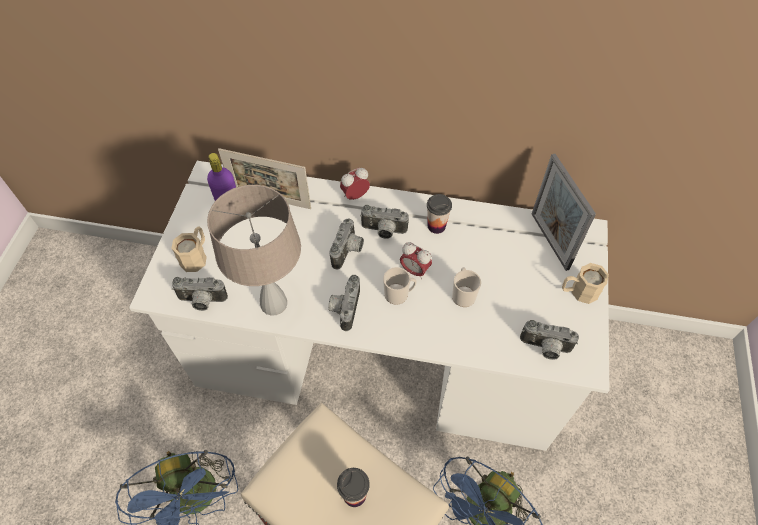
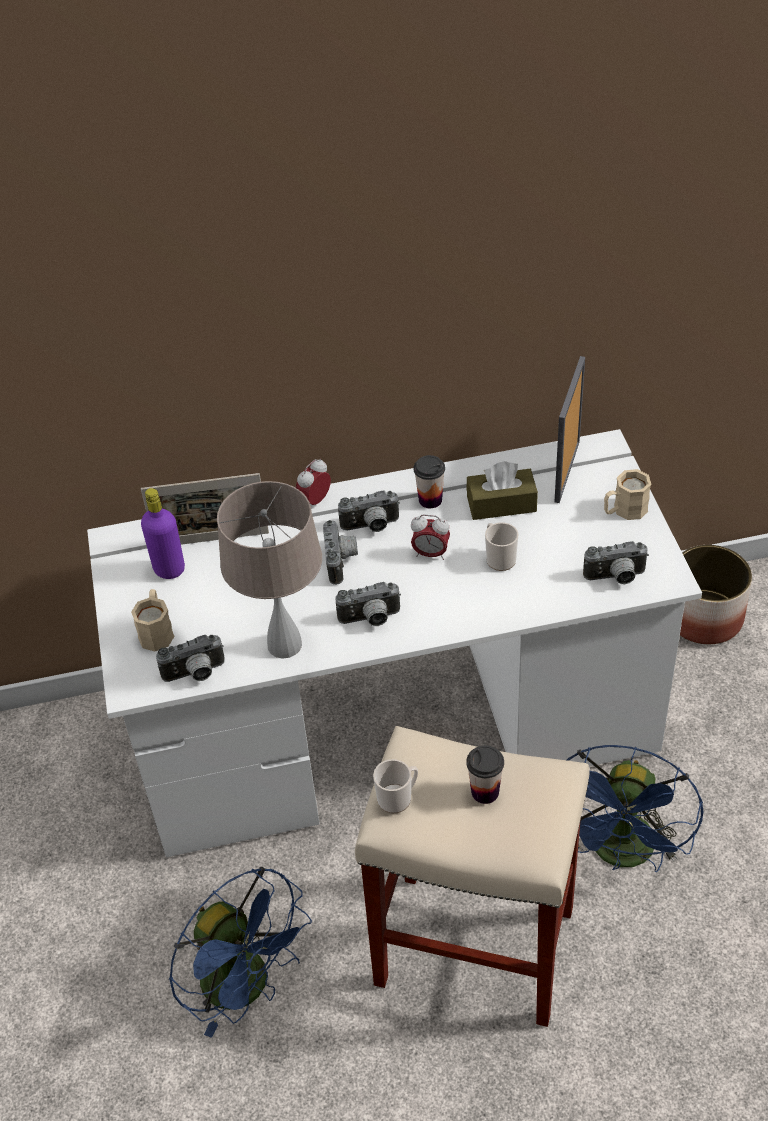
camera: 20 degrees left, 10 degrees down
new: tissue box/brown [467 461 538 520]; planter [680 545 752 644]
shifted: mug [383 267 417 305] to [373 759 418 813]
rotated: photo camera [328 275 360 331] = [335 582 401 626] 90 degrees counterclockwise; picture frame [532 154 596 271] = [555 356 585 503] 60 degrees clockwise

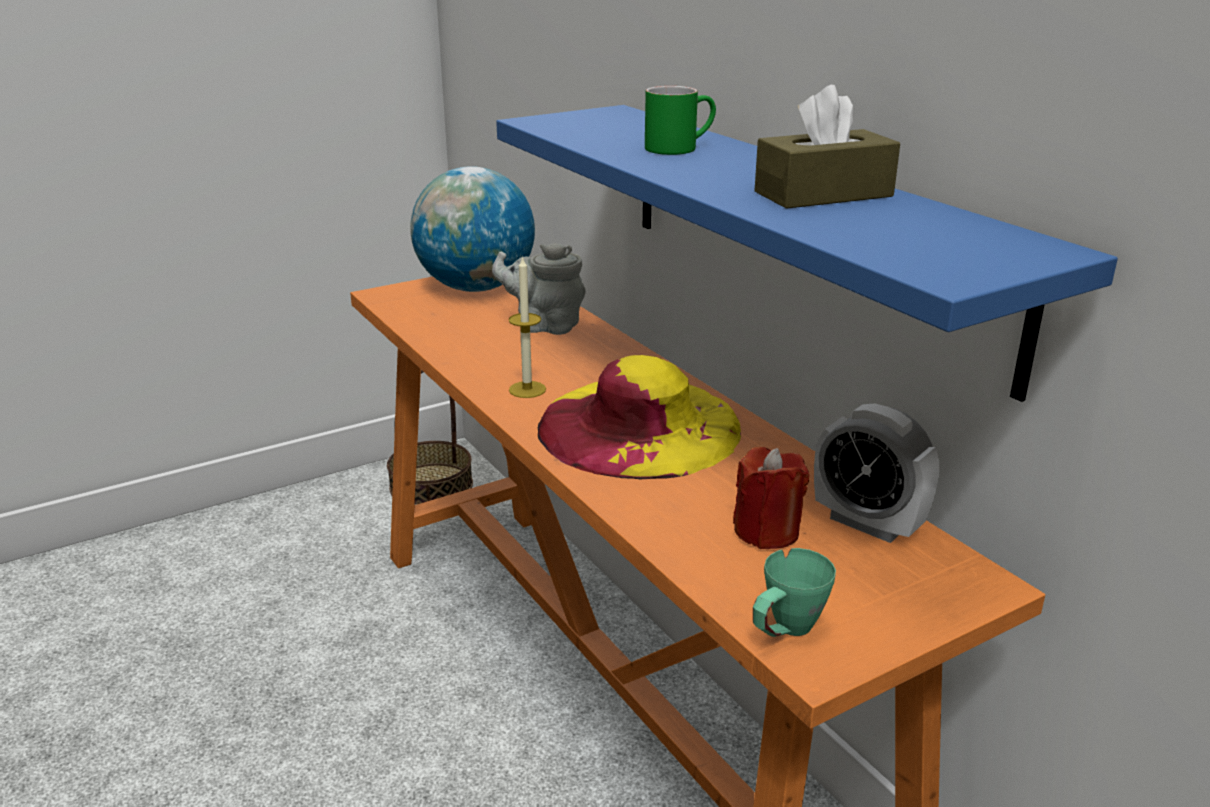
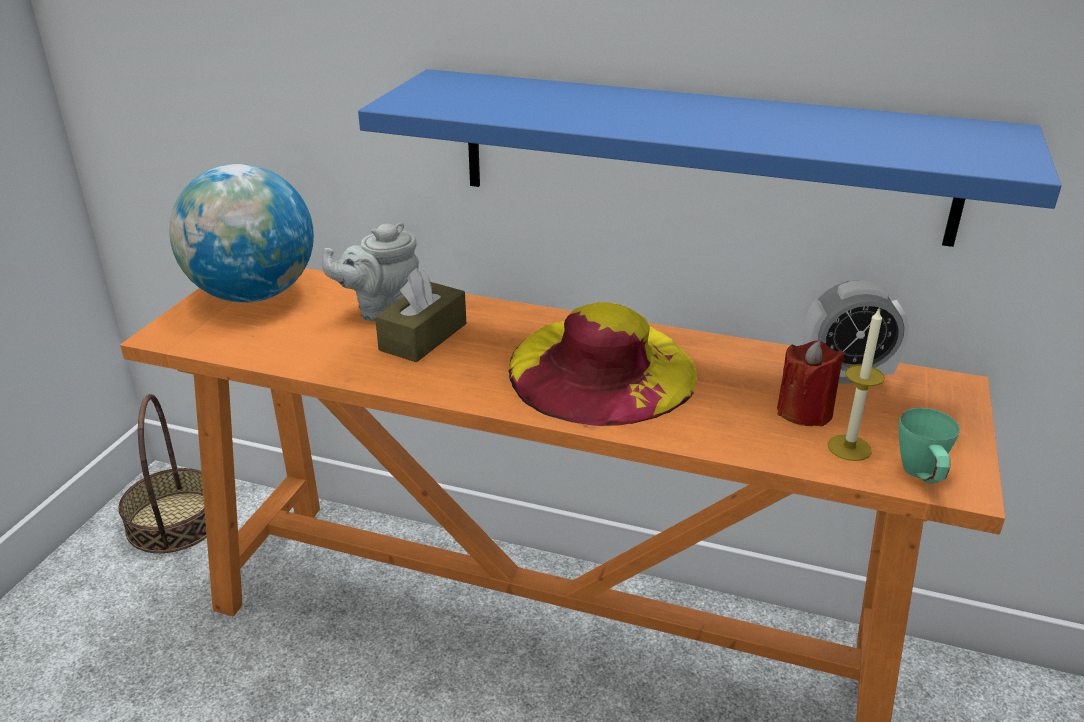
camera: 40 degrees left, 5 degrees up
gone: mug/green [645 86 716 155]
shifted: candle [508 256 546 398] to [828 307 885 461]; tissue box/brown [754 85 900 209] to [375 268 466 363]

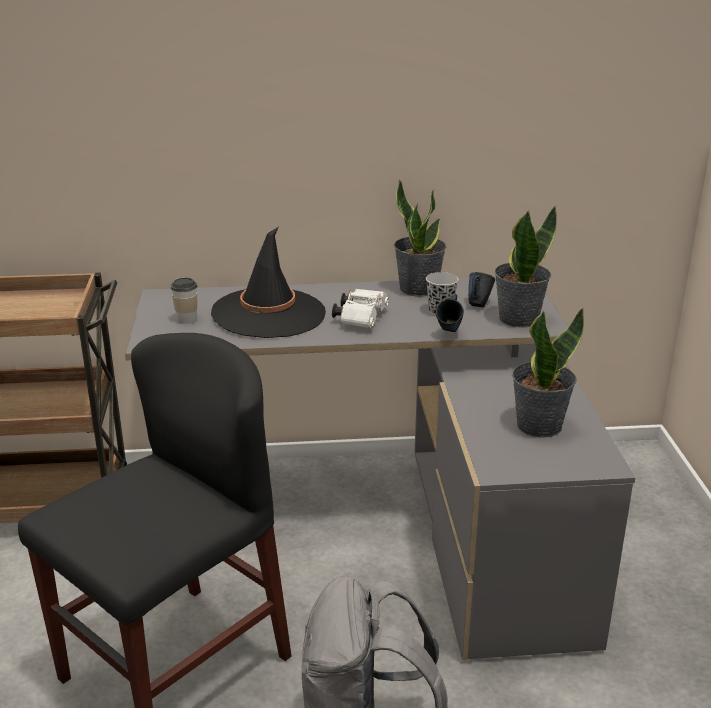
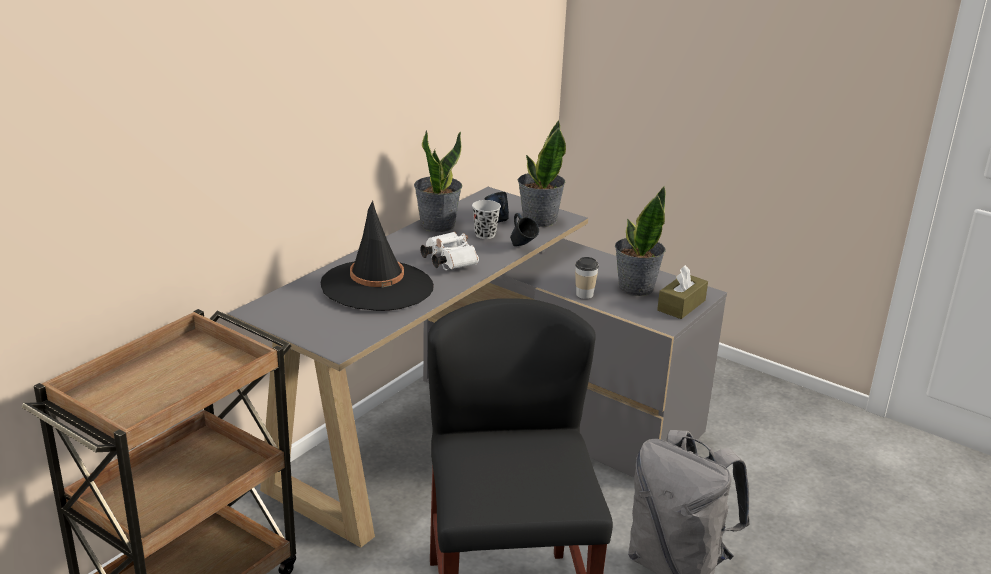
camera: 50 degrees left, 0 degrees up
new: tissue box/brown [657 265 708 319]
shifted: cup [171 278 197 324] to [575 257 599 299]

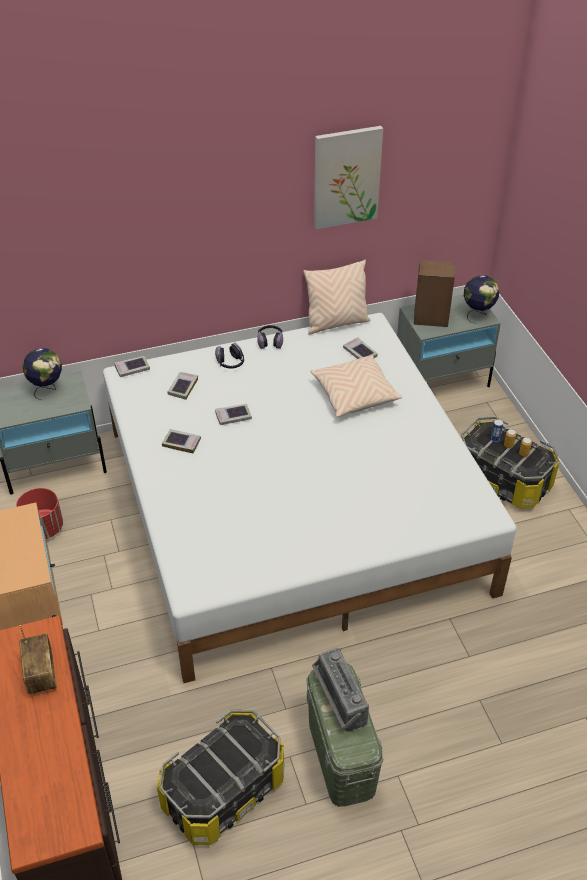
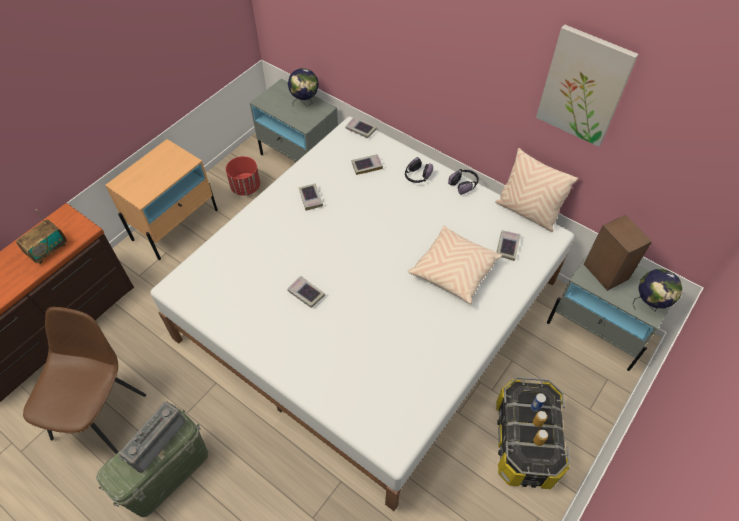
camera: 55 degrees right, 10 degrees up
shifted: book [215 404 252 425] to [287 276 325 308]
swapped: storage box [157 710 285 845] to chair/brown [23 307 146 454]

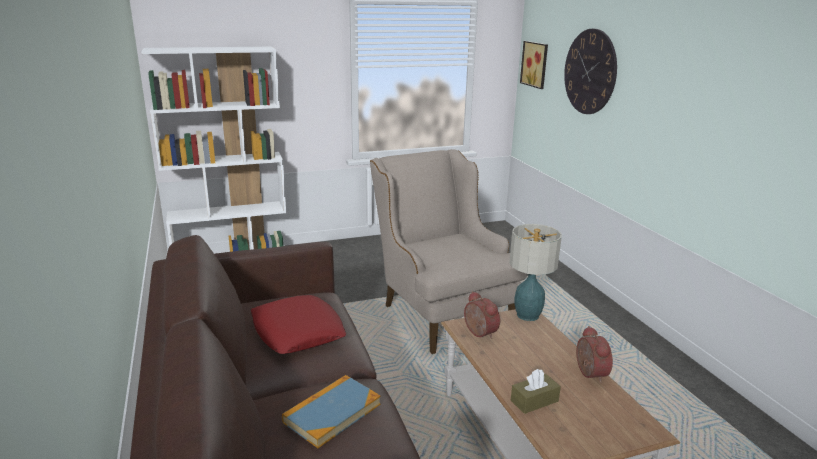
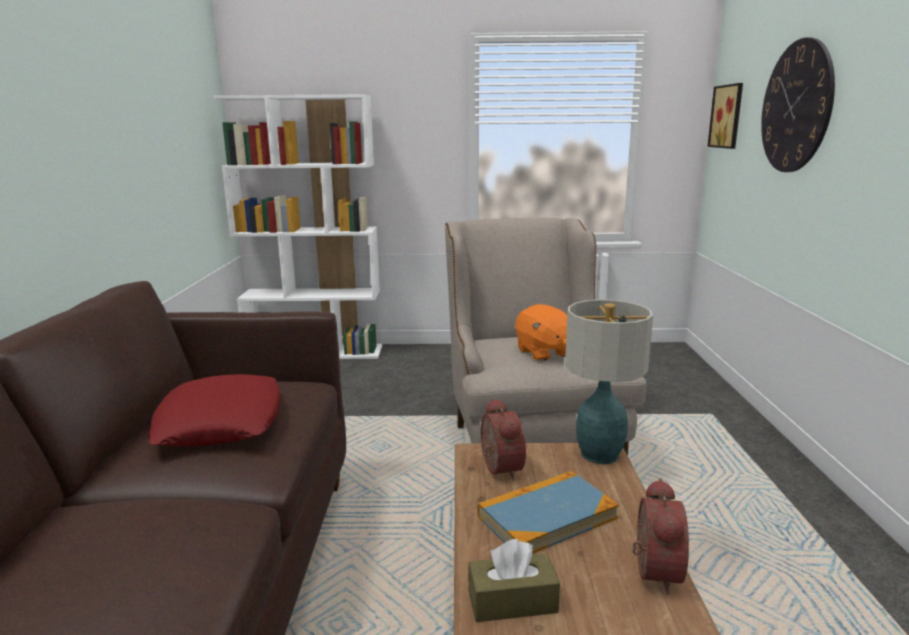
camera: 20 degrees right, 5 degrees down
new: plush toy/orange [515 304 567 361]
shifted: book [282 375 381 448] to [477 471 619 554]

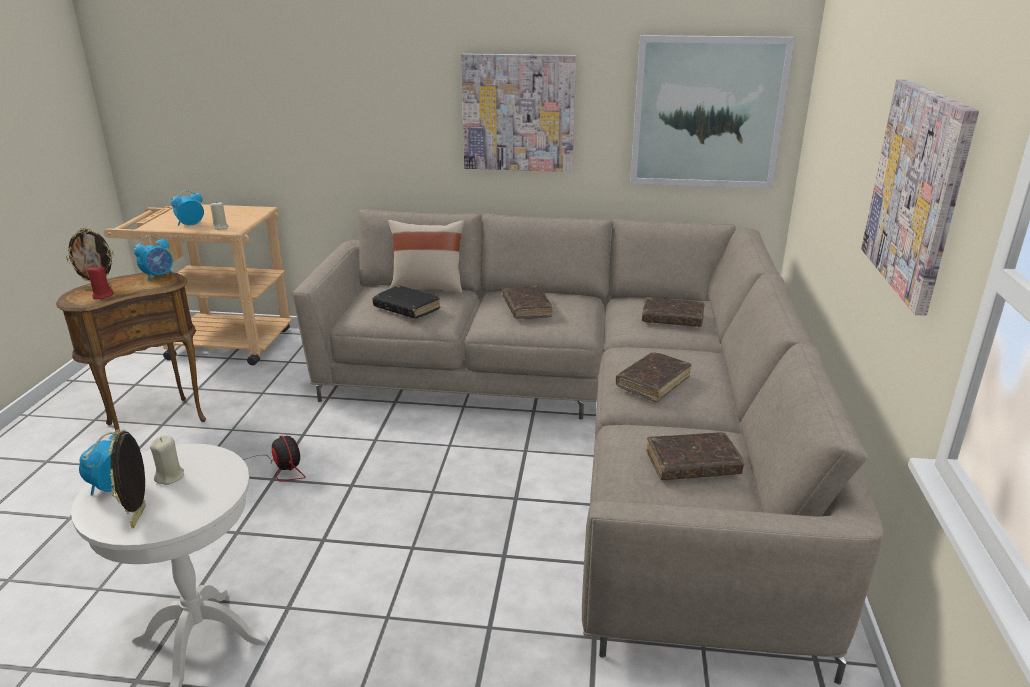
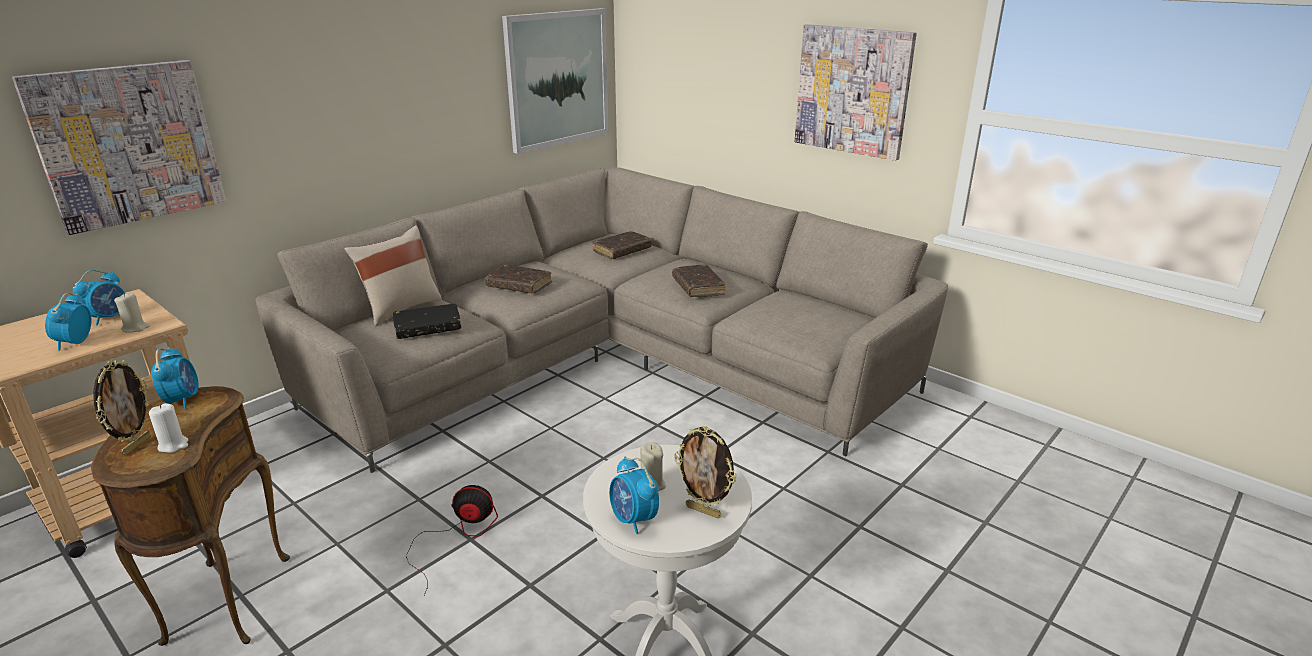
camera: 55 degrees left, 0 degrees up
gone: book/brown [646 432 744 480]
new: alarm clock [73 270 125 326]
shifted: picture [461 53 576 172] to [12 60 226 235]
repainted: candle/red [87 266 113 300] to candle/white [149 403 188 453]

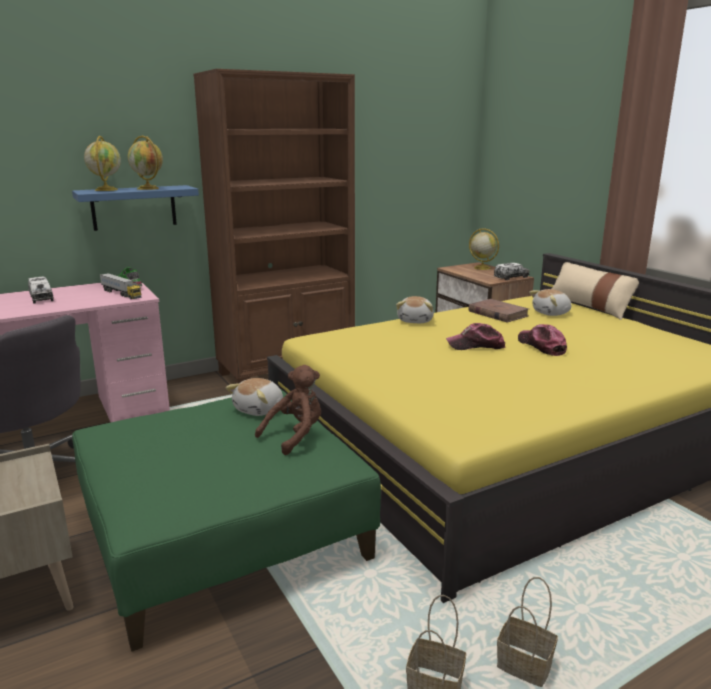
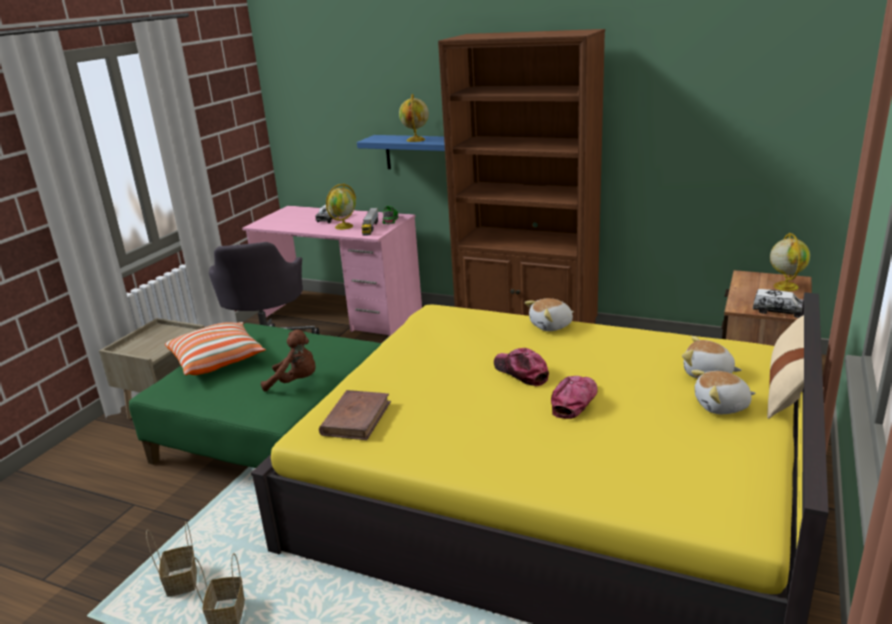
camera: 55 degrees right, 5 degrees up
new: pillow [165 322 266 375]
shifted: globe [84 136 121 191] to [326 183 356 230]; plush toy [226 378 283 416] to [691 370 755 414]; book/brown [468 299 529 323] to [319 390 391 440]

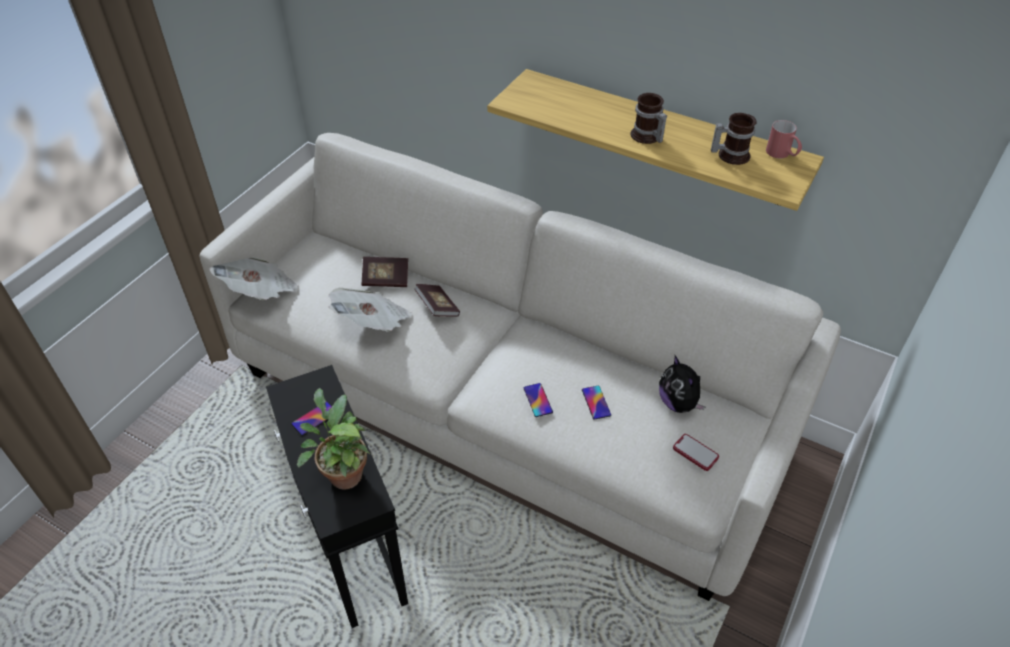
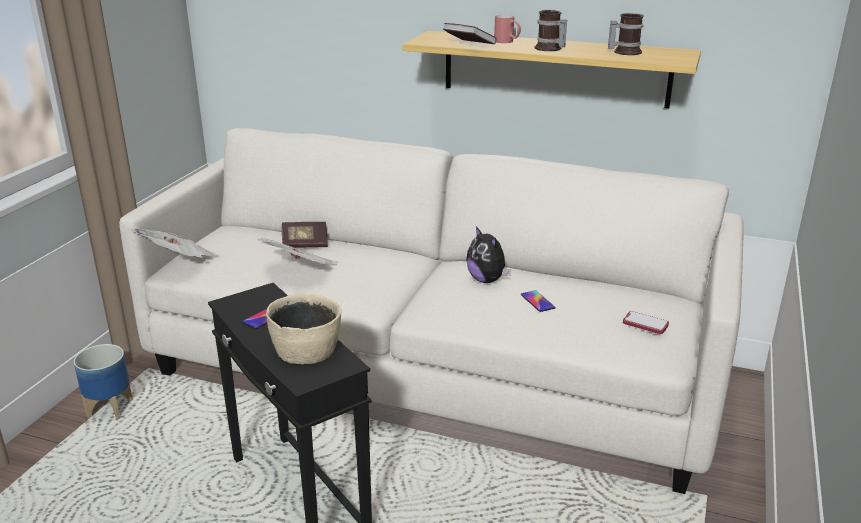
camera: 10 degrees left, 20 degrees down
gone: phone [524 383 553 417]
new: planter [73 344 133 420]
shifted: book [414 284 460 317] to [443 23 497 44]; plush toy [659 355 705 413] to [466 226 511 283]; mug/red [766 120 802 158] to [494 15 521 43]
swapped: potted plant [297 388 370 490] to bowl/beige [266 293 341 364]

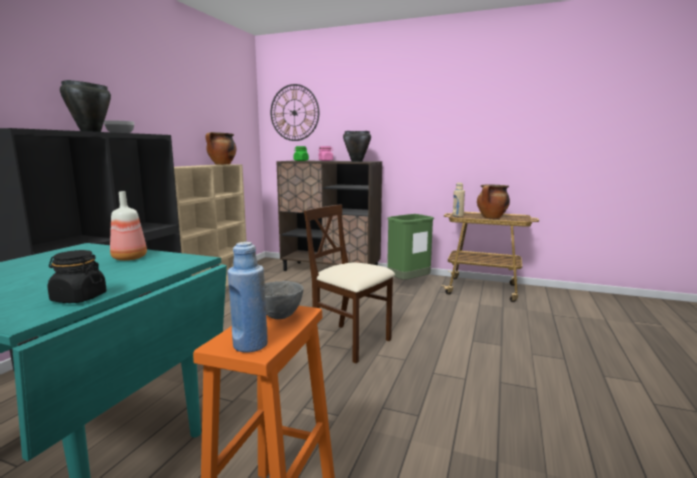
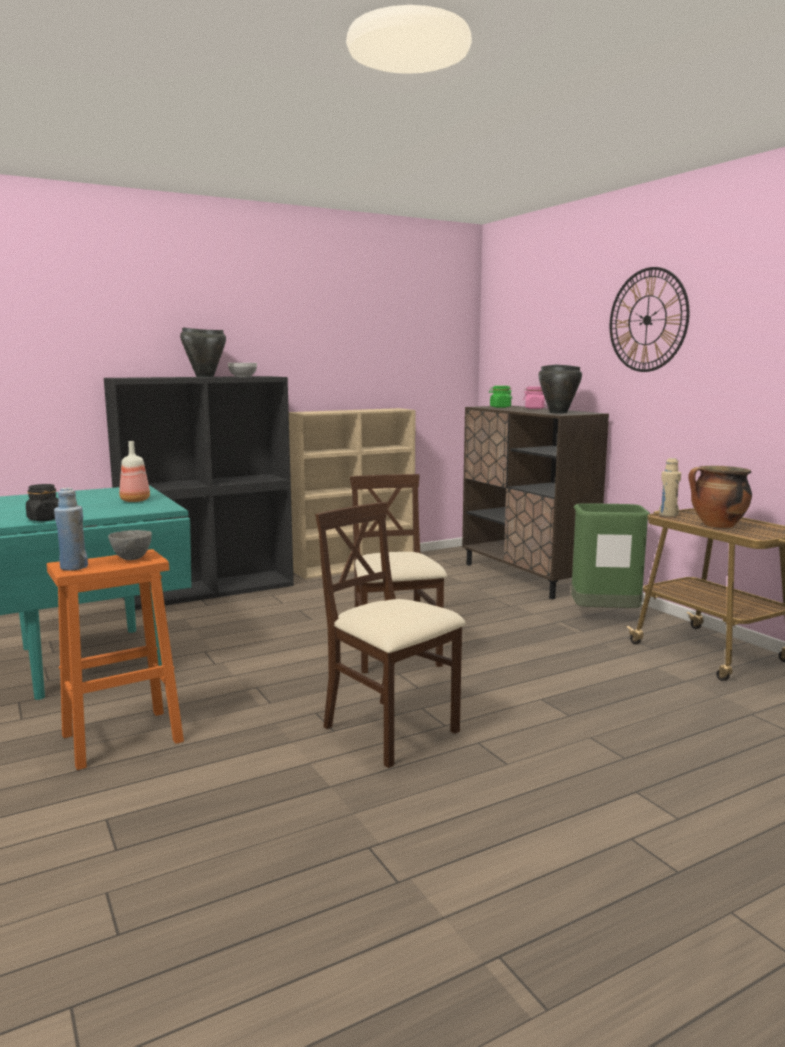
camera: 40 degrees right, 0 degrees up
gone: cooking pot [205 132 236 165]
new: chair/beige [315 502 466 768]
shifted: wall clock [271 84 319 141] to [610 267 690 372]

